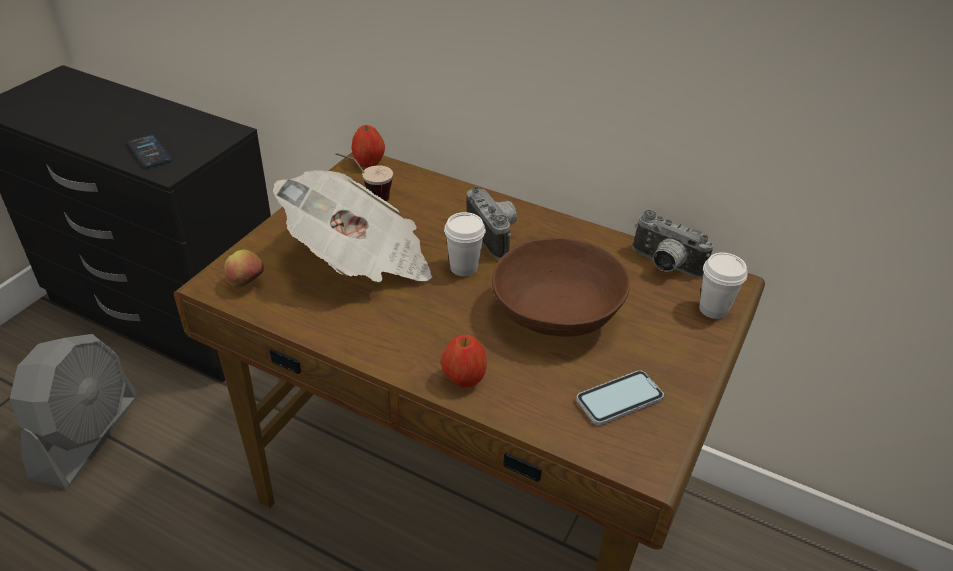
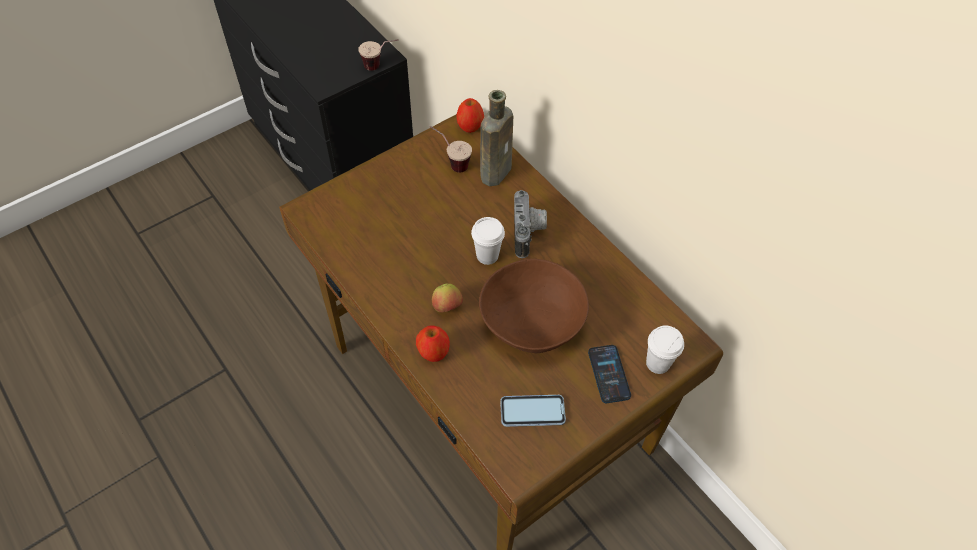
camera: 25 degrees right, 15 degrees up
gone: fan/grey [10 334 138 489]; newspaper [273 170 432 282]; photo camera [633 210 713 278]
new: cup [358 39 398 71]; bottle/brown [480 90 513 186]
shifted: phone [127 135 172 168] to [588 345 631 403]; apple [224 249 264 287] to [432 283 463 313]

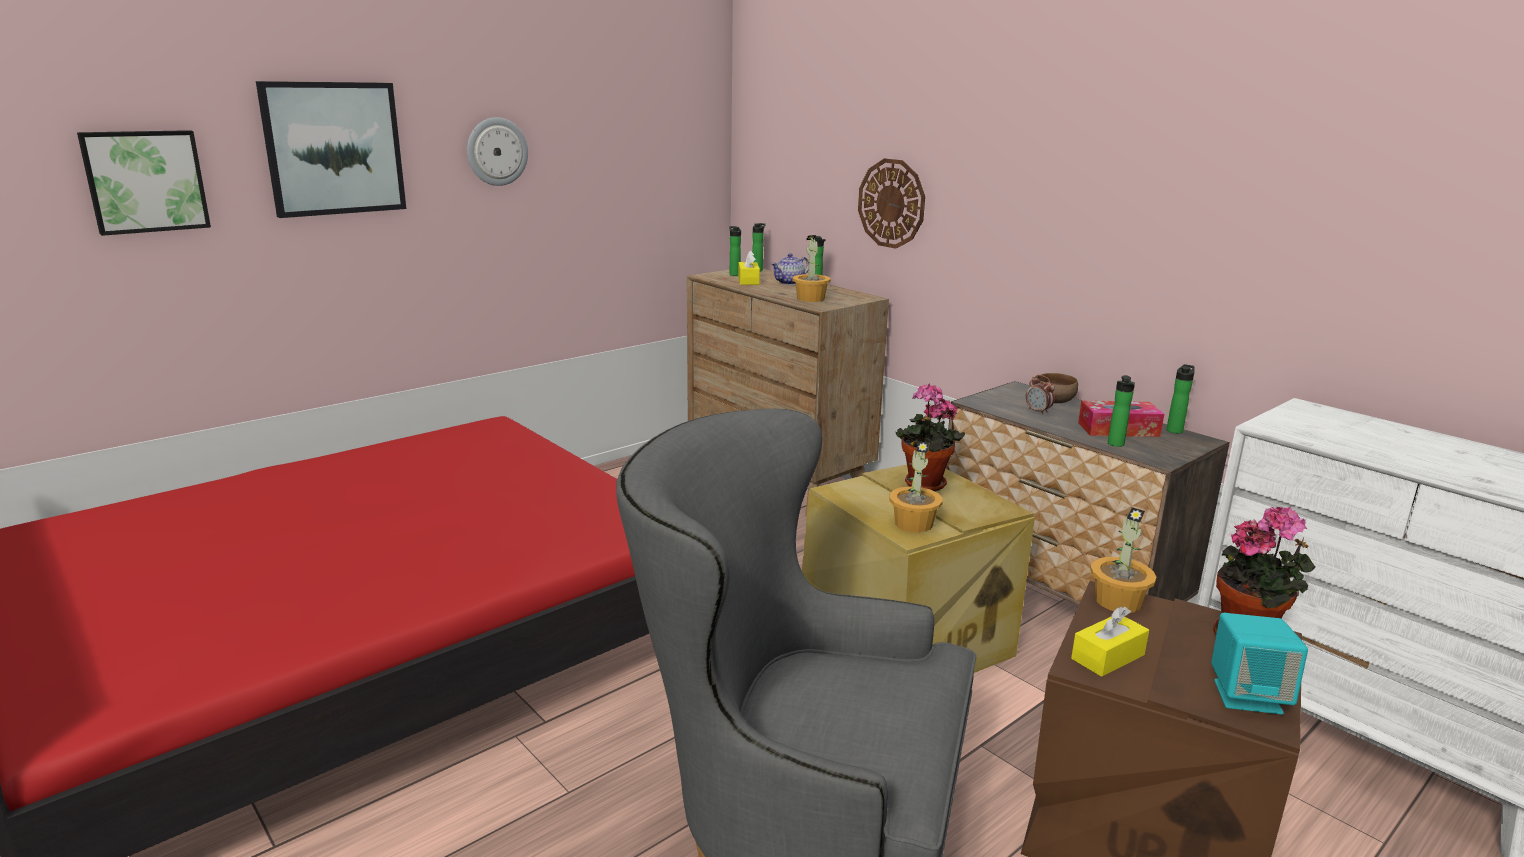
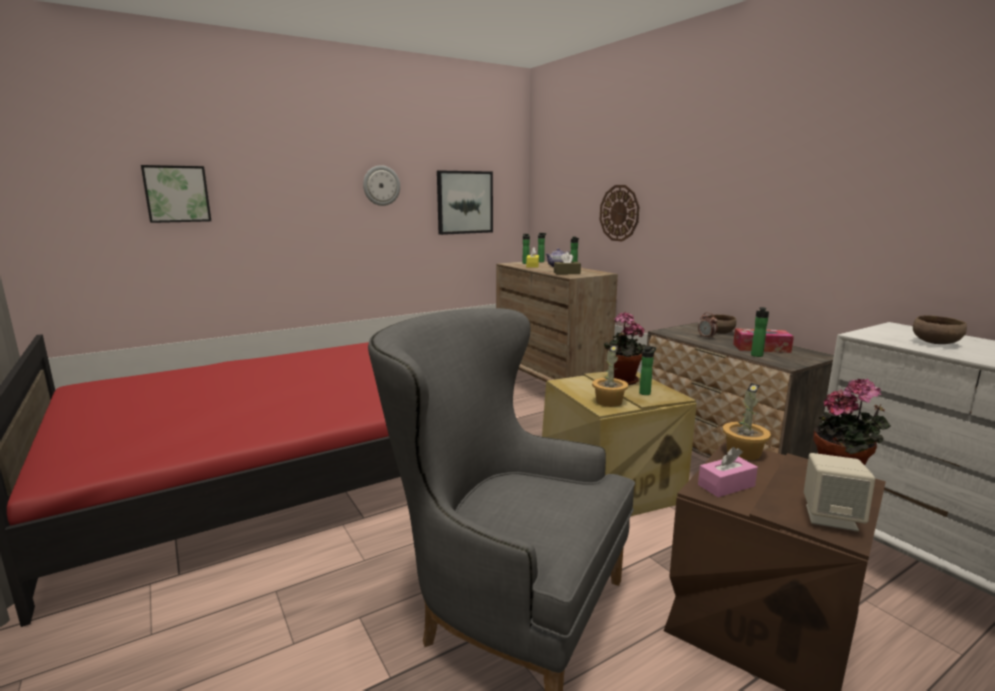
camera: 10 degrees right, 5 degrees down
new: bowl/brown [913 315 967 344]
shifted: picture [256 81 406 218] to [437 170 493 235]; bottle [1166 364 1195 434] to [639 346 656 395]
swapped: potted plant [792 235 831 302] to tissue box/brown [554 252 581 275]
repainted: tissue box/yellow [1071 606 1149 677] to tissue box/pink [698 447 758 497]; speaker/turquoise [1211 613 1308 714] to speaker/beige [804 453 875 532]

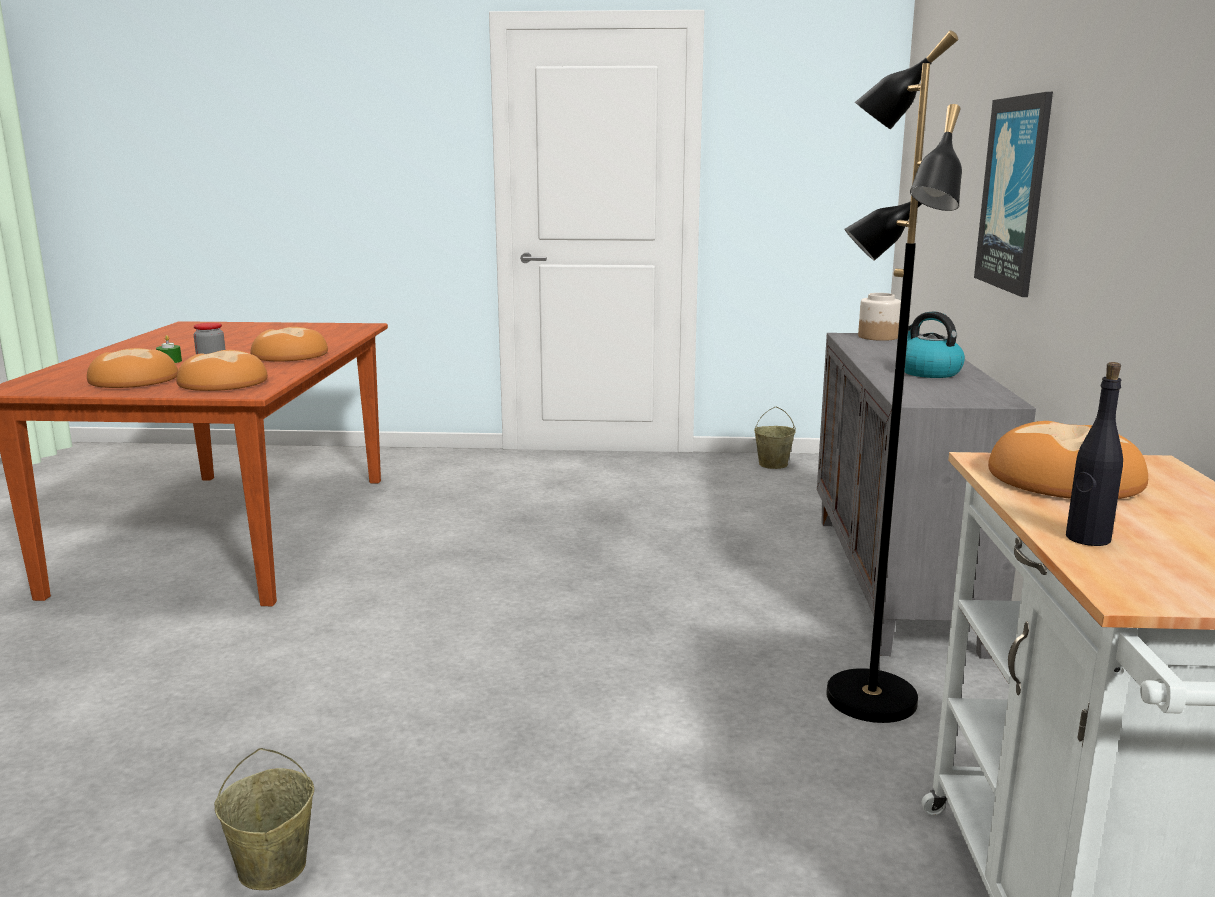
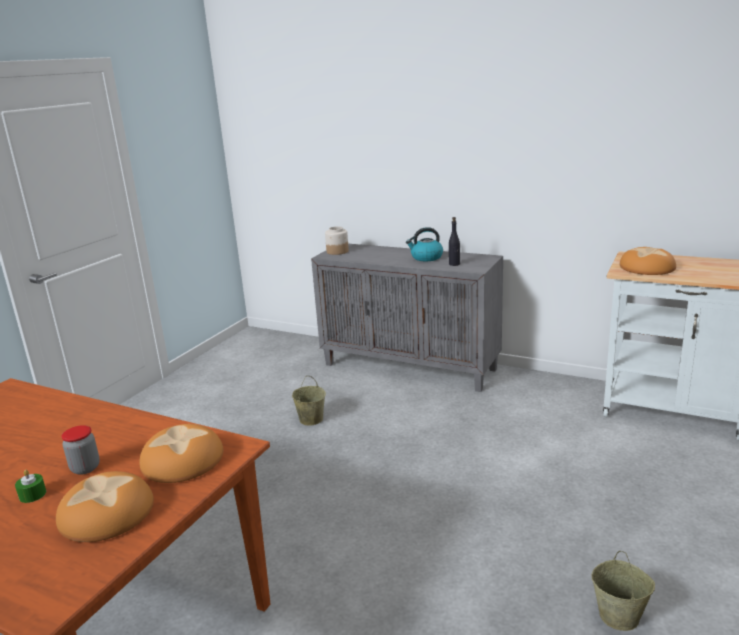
camera: 65 degrees left, 5 degrees up
gone: bread [250 327 328 361]; floor lamp/black [826 30 962 723]; picture [974 92 1053 297]
shifted: bucket/beige [754 407 796 469] to [292 376 326 426]; bottle/black [1066 362 1123 546] to [449 217 460 266]

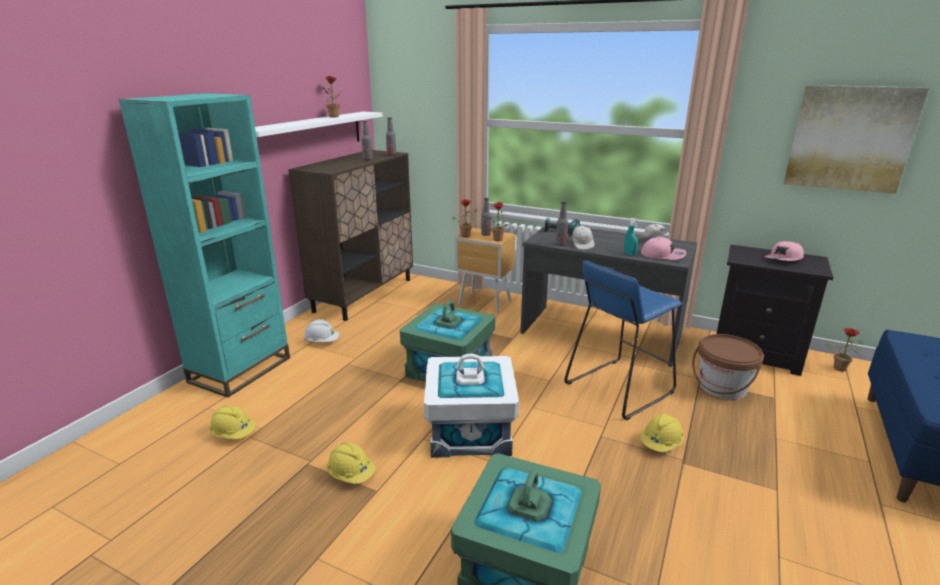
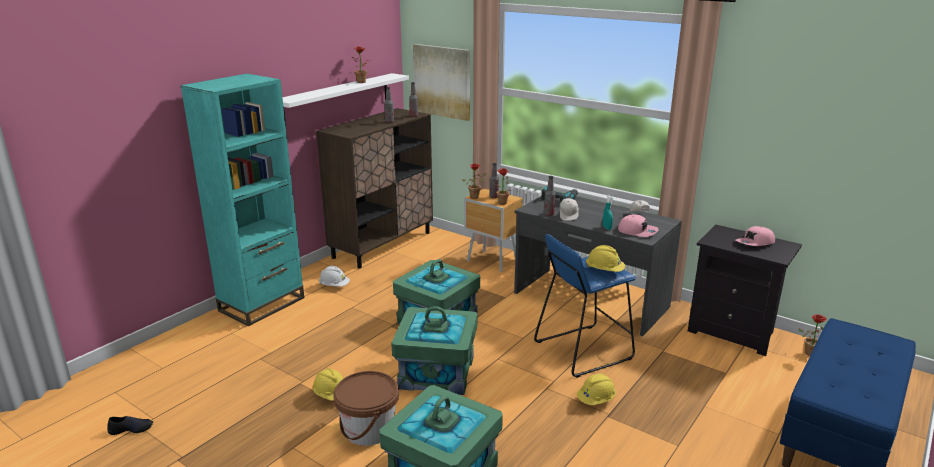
camera: 10 degrees right, 0 degrees up
new: shoe/black [107 416 153 435]
shifted: hard hat/yellow [209 405 256 439] to [585 245 625 272]; bucket/brown [692 334 764 399] to [333 371 399 446]; picture [784 85 929 194] to [413 44 470 121]
repainted: storage box/white [424 354 519 458] to storage box/green [391 306 478 395]

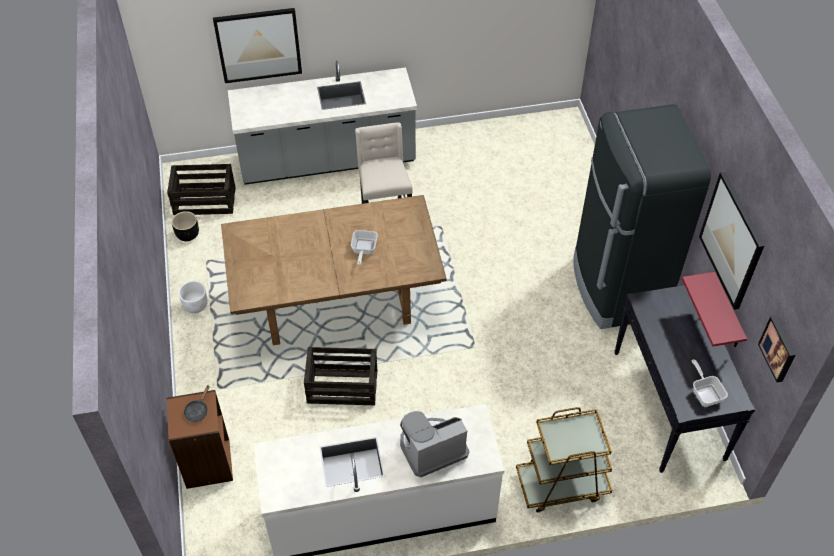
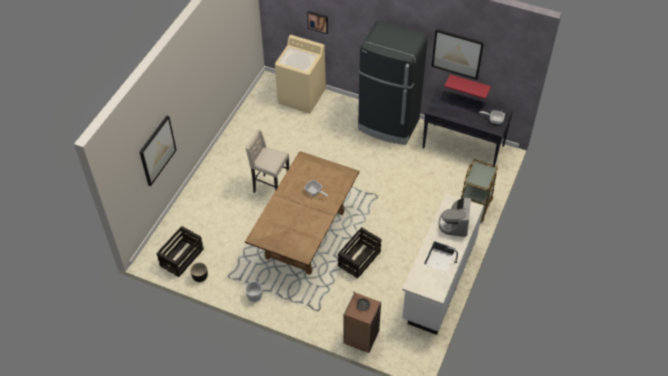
camera: 55 degrees left, 0 degrees up
gone: counter/grey [228 61 417 185]
new: washing machine/beige [275 35 326 114]
shifted: picture [758 316 796 383] to [307 11 328 34]

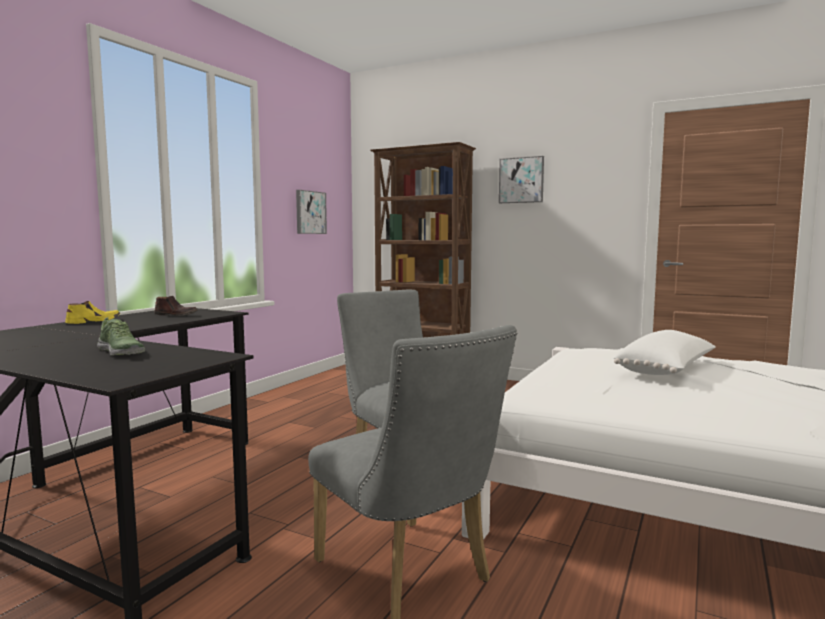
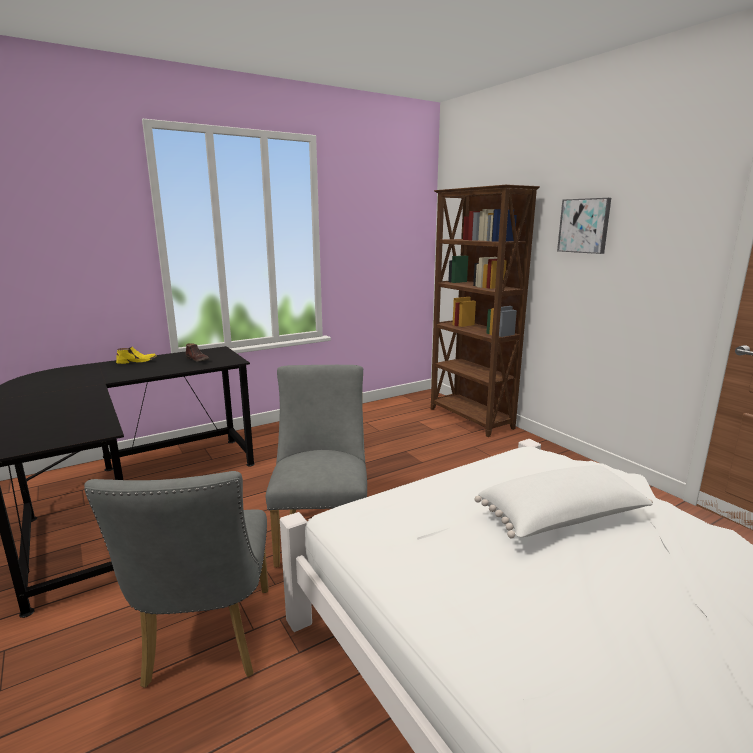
camera: 30 degrees right, 10 degrees up
gone: shoe [97 317 145 355]; picture [296 190 327 234]

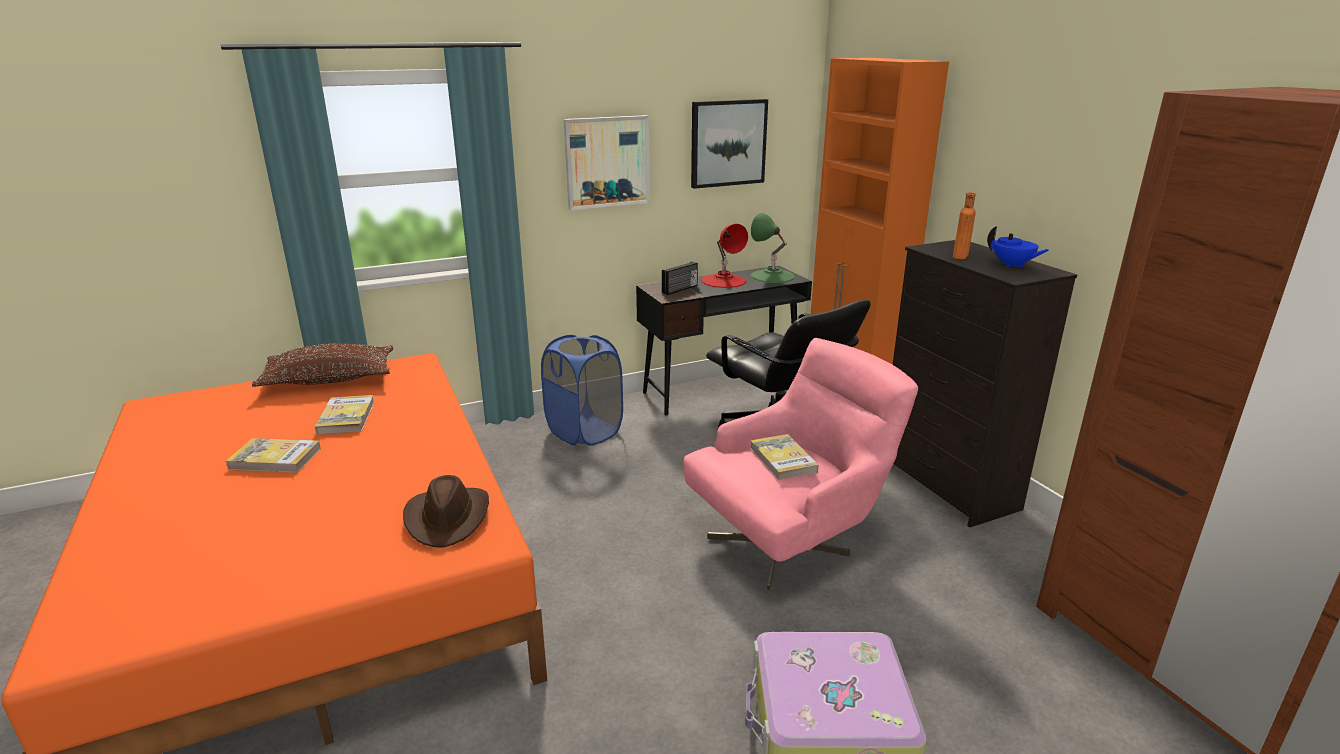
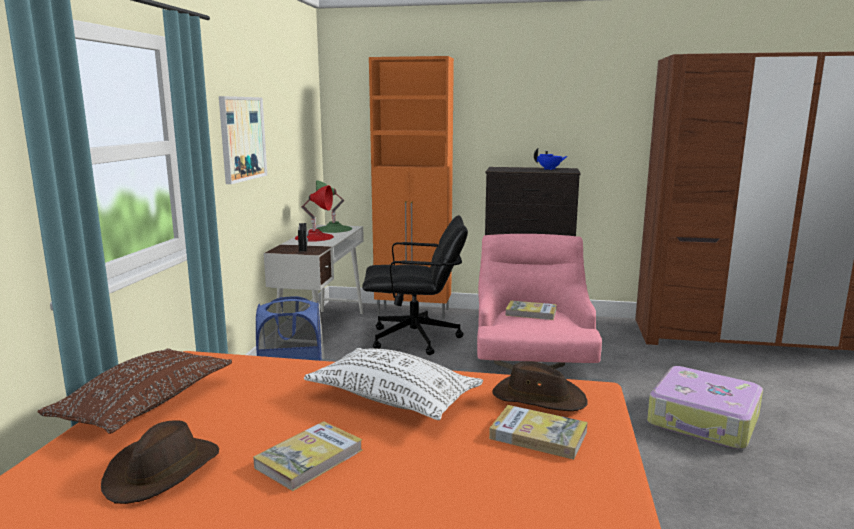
camera: 55 degrees left, 10 degrees down
gone: picture [691 99 768 189]; bottle/orange [953 192 976 259]
new: hat/brown [101 420 219 504]; pillow/white [304 348 483 420]
shifted: book [315 395 375 435] to [489 405 588 459]
repainted: desk/black [636 266 812 416] to desk/white [264 225 364 359]

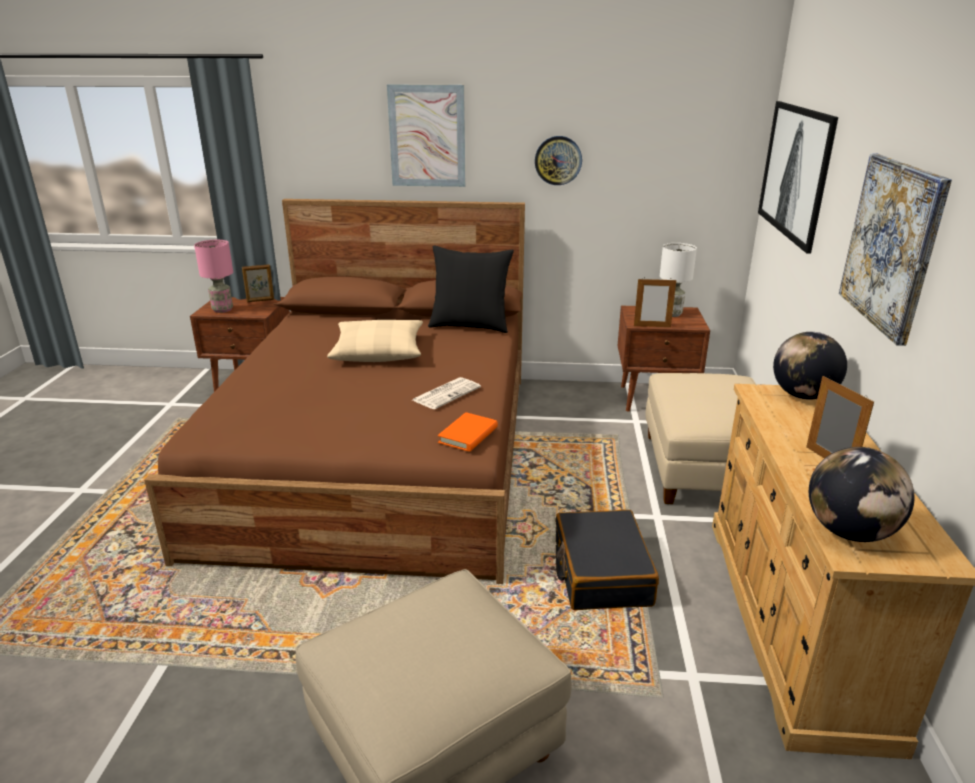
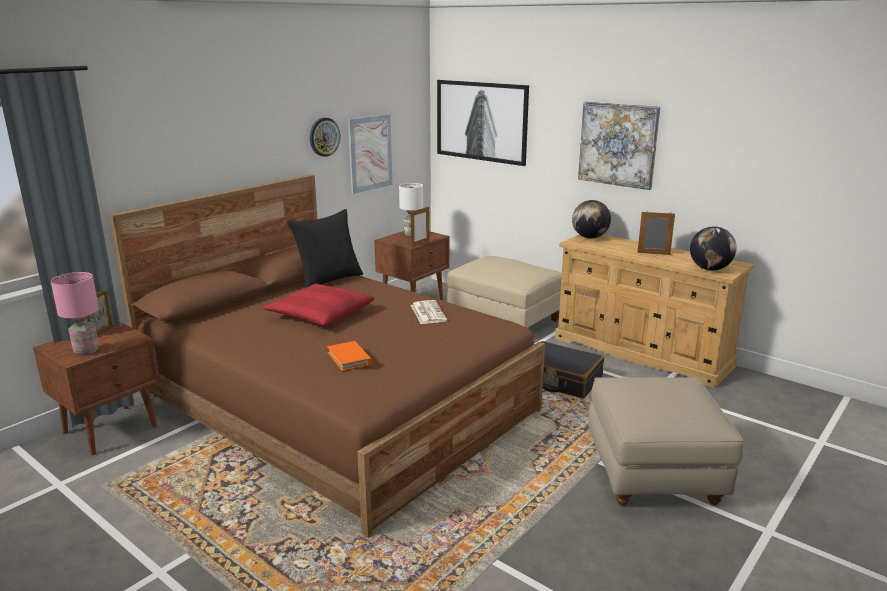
camera: 55 degrees left, 5 degrees down
shifted: picture [387 84 465 187] to [348 114 392 194]; book/orange [438 412 498 452] to [327 341 372 371]
repainted: pillow/beige [327 320 423 362] to pillow/red [263 283 375 326]

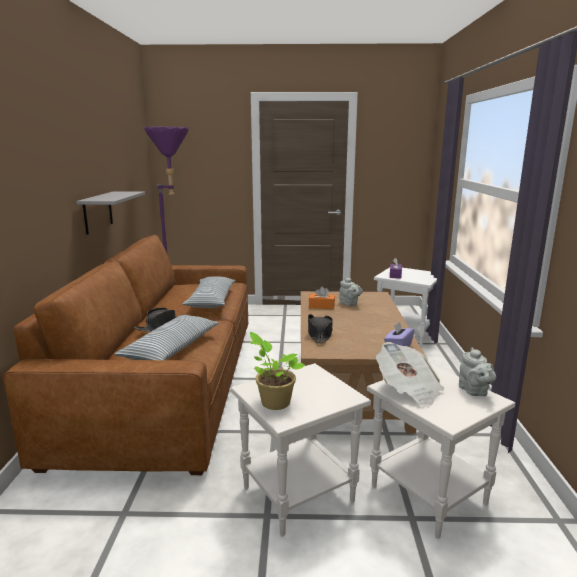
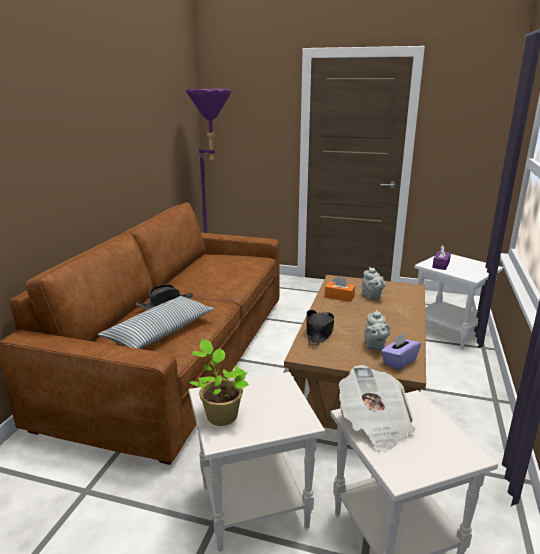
camera: 15 degrees right, 5 degrees up
gone: shelf/grey [76 191 145 235]; pillow [183 276 236 308]
shifted: teapot/grey [459 347 496 396] to [364 309 390 351]

